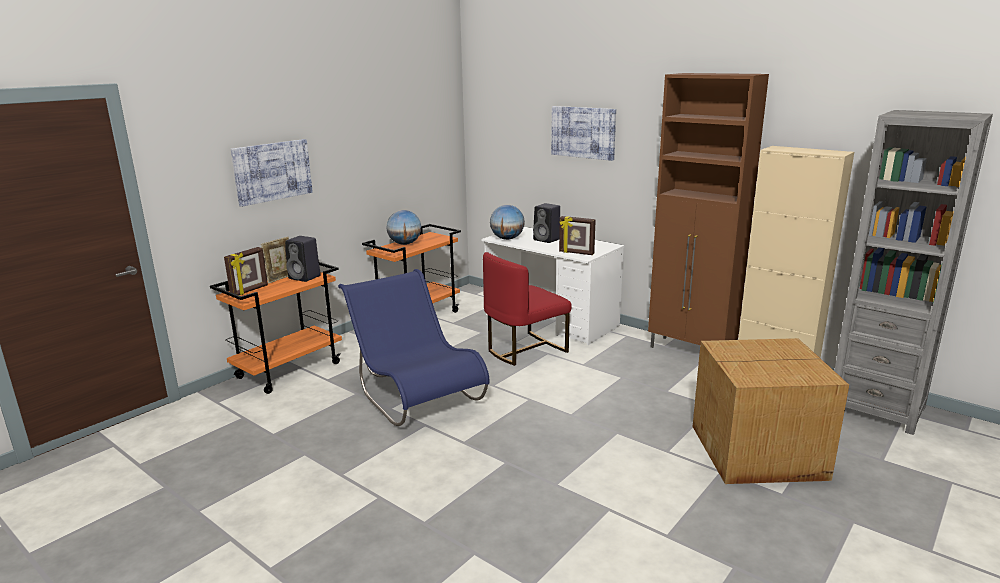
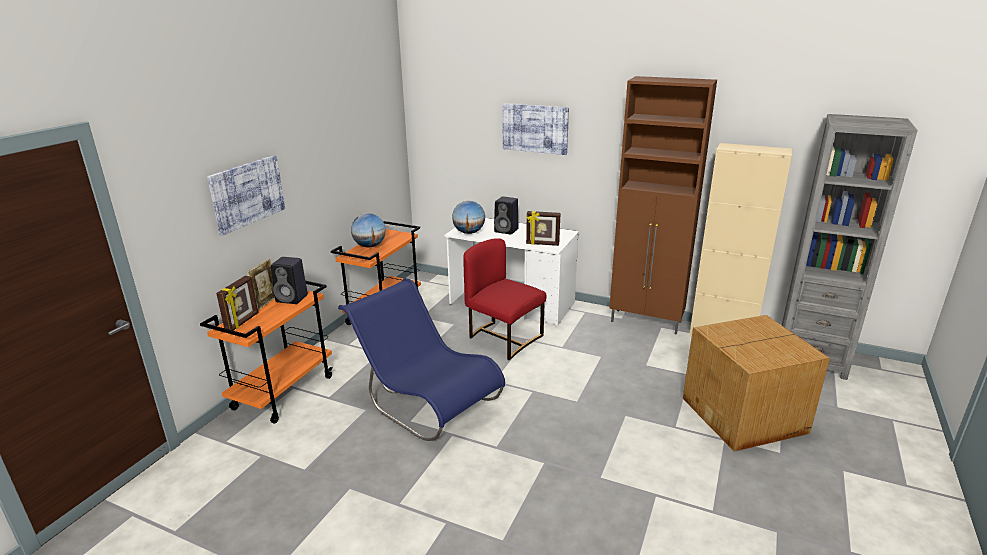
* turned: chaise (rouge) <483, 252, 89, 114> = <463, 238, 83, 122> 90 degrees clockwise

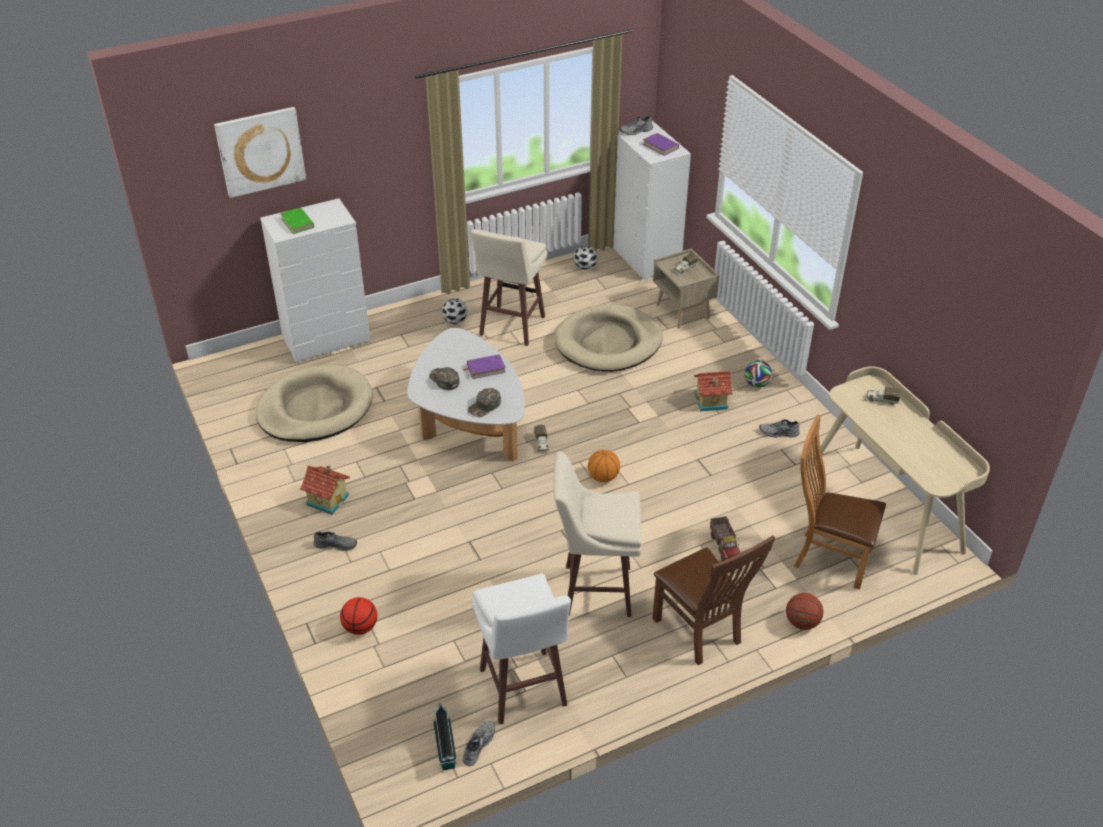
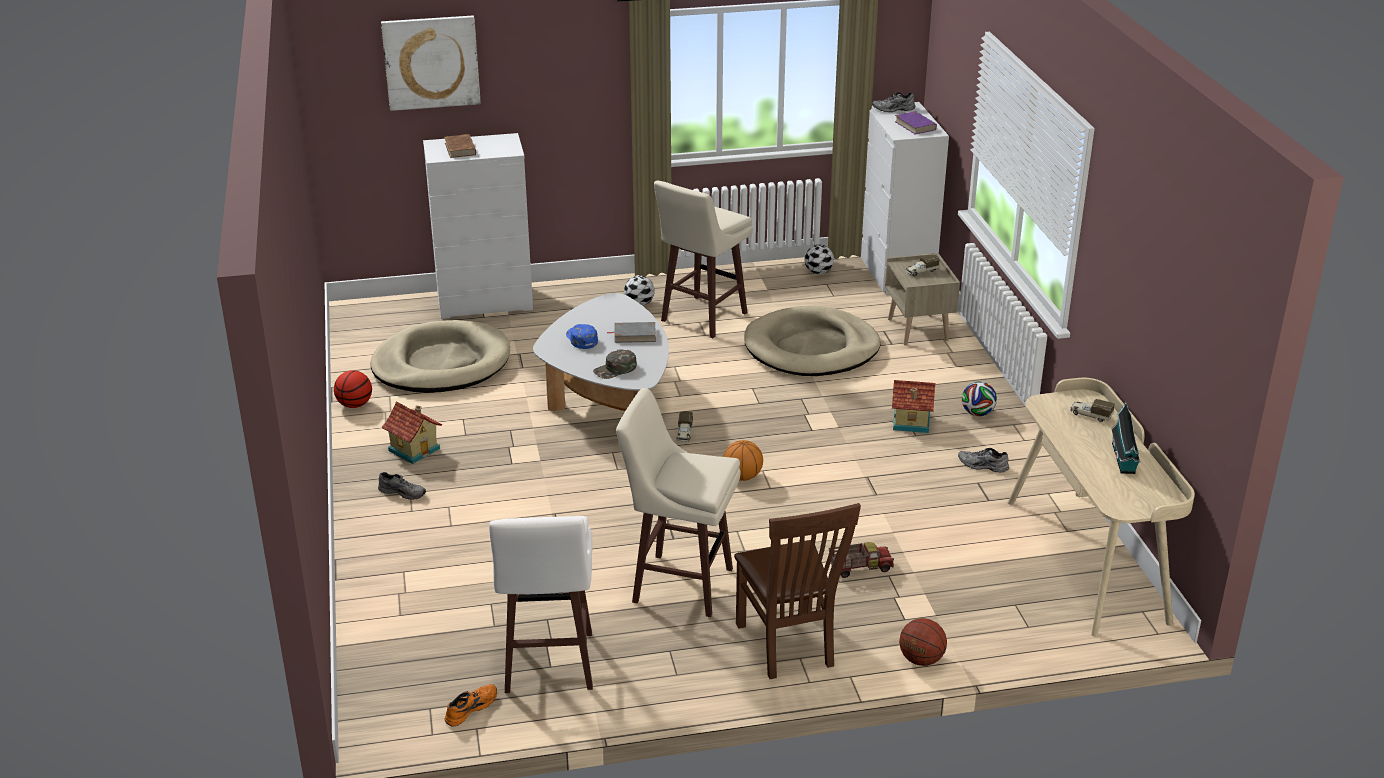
* removed: chaise (marron) <794, 414, 92, 176>
* moved: ballon de basket <340, 597, 37, 38> to <334, 370, 38, 38>
* moved: maison miniature <433, 704, 24, 66> to <1111, 402, 30, 72>
* recoloured: livre (vert) <280, 207, 34, 27> to livre (marron) <444, 134, 32, 24>
* recoloured: casquette (vert) <429, 367, 31, 23> to casquette (bleu) <566, 324, 32, 25>
* recoloured: chaussure (gris) <462, 721, 33, 45> to chaussure (orange) <445, 684, 52, 42>
* recoloured: livre (violet) <463, 354, 43, 25> to livre (gris) <608, 322, 48, 21>
* turned: camion jouet <710, 516, 31, 45> = <828, 542, 66, 36> 105 degrees counterclockwise

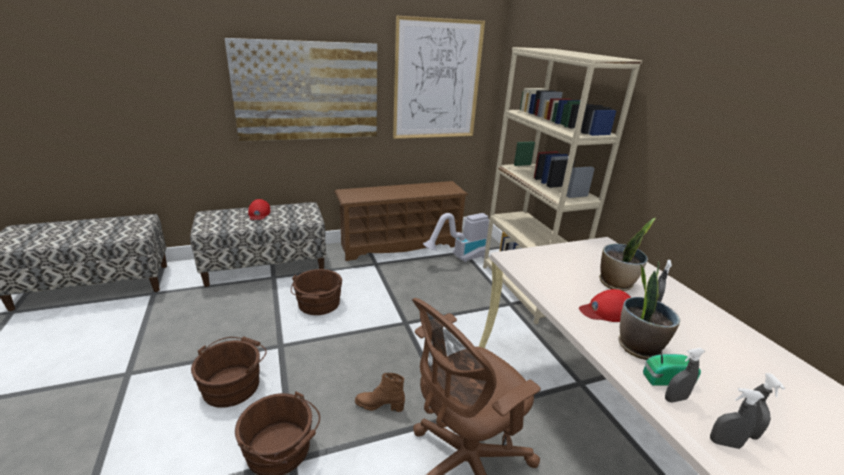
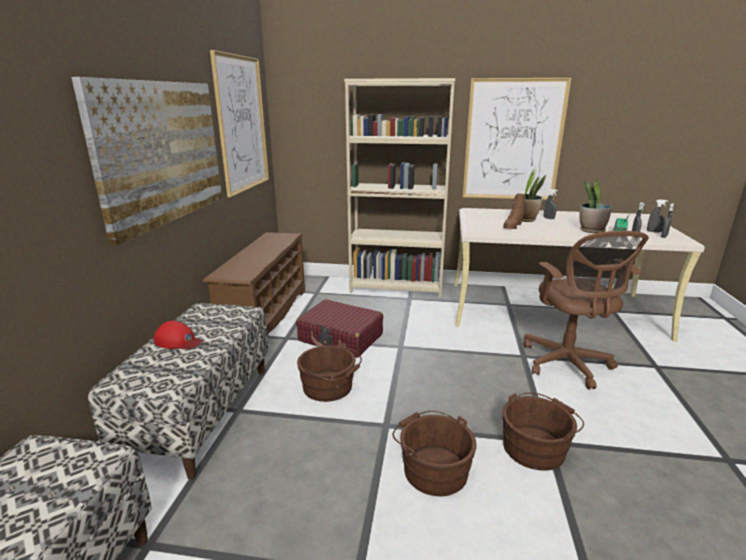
* removed: aspirateur <423, 213, 66, 49>
* removed: casquette (rouge) <579, 289, 52, 33>
* added: valise (rouge) <296, 299, 87, 59>
* added: tableau <463, 78, 108, 122>
* moved: botte (marron) <355, 373, 50, 39> to <503, 194, 22, 35>

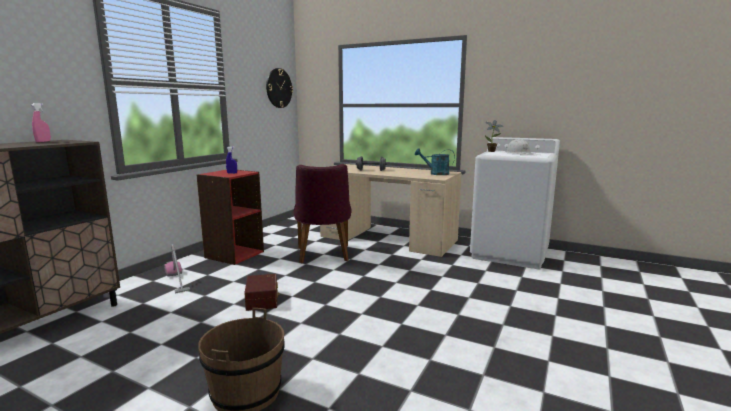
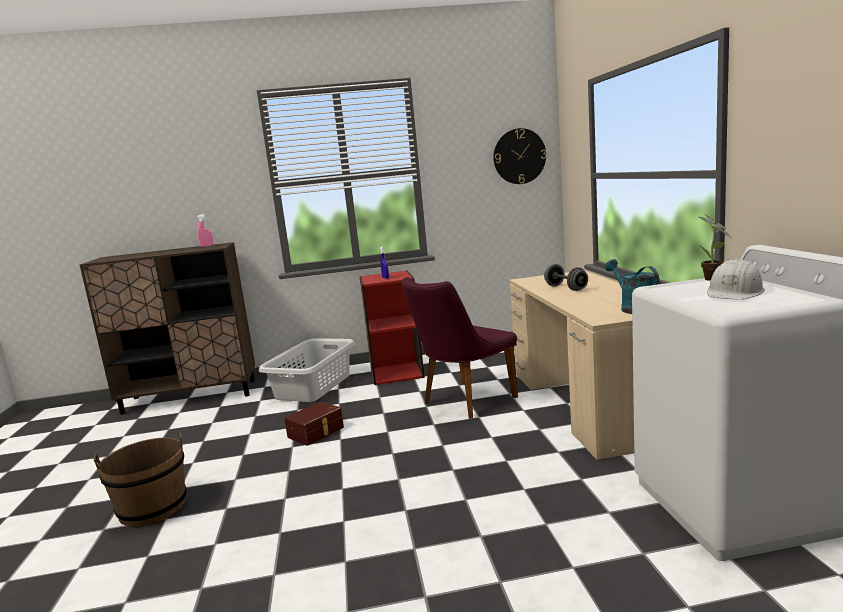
* replaced: aspirateur <164, 244, 26, 49> to panier à linge (gris) <259, 338, 96, 64>

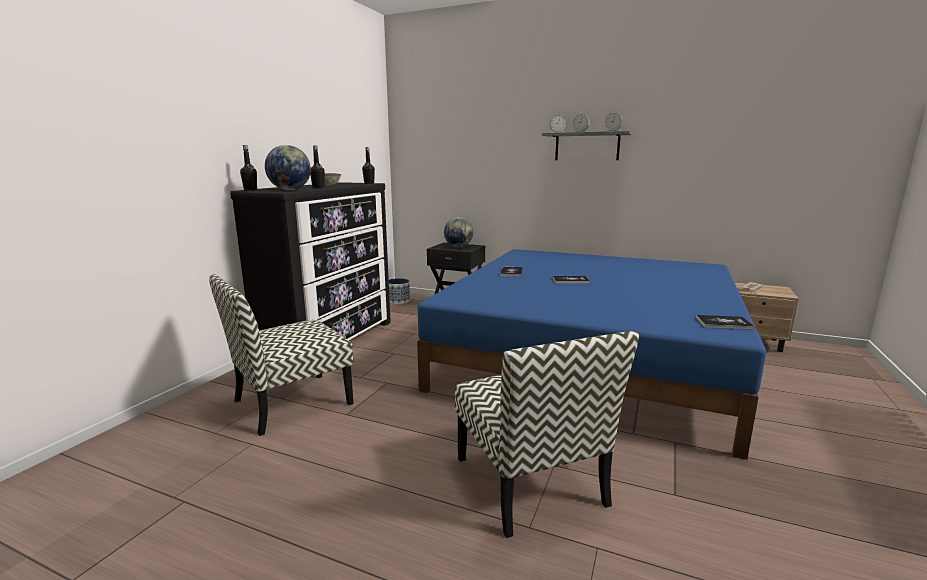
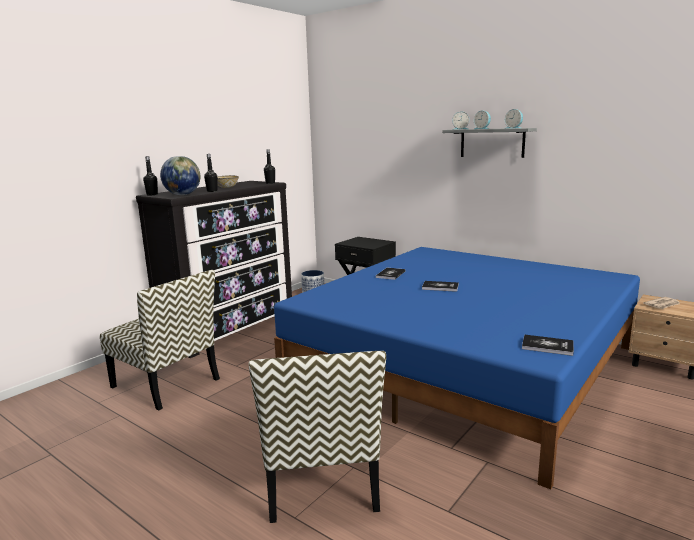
* removed: globe <444, 217, 29, 30>
* turned: chaise <209, 274, 145, 162> = <100, 270, 120, 140> 120 degrees counterclockwise

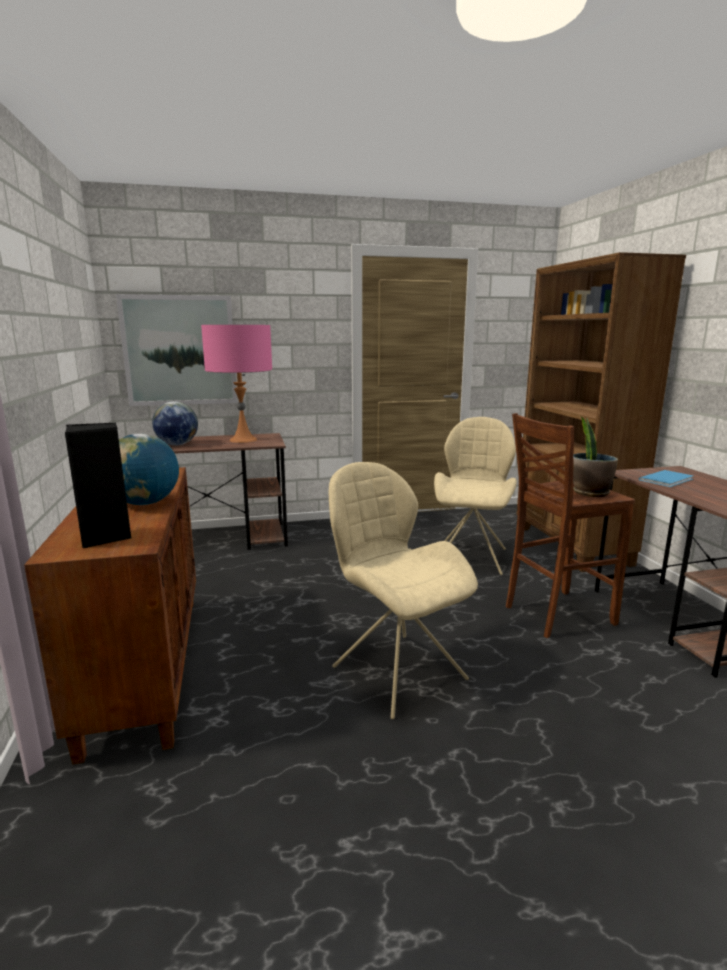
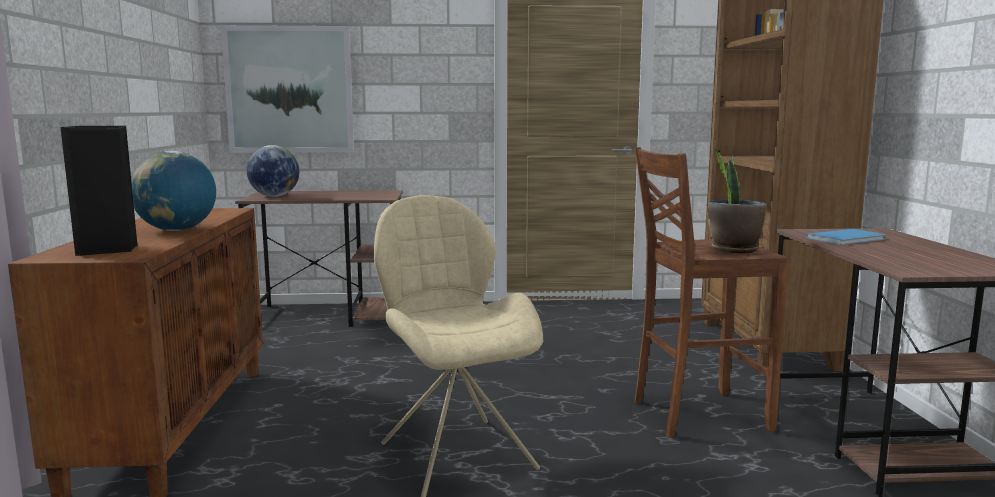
* removed: lampe de table (rose) <201, 325, 71, 118>
* removed: chaise (beige) <434, 417, 83, 158>

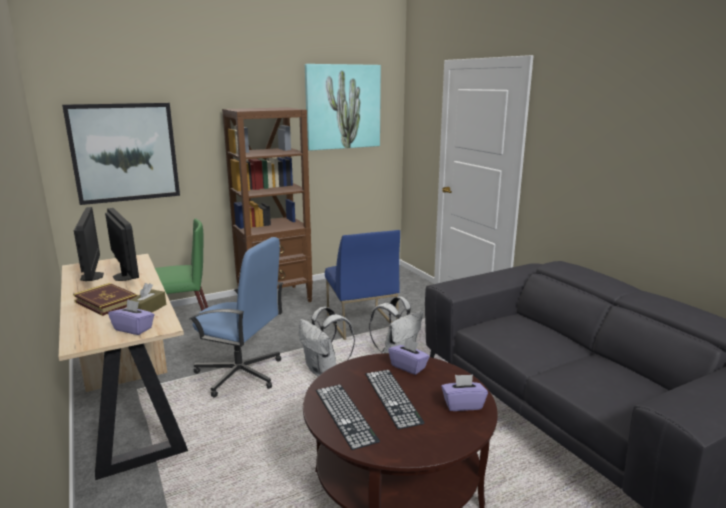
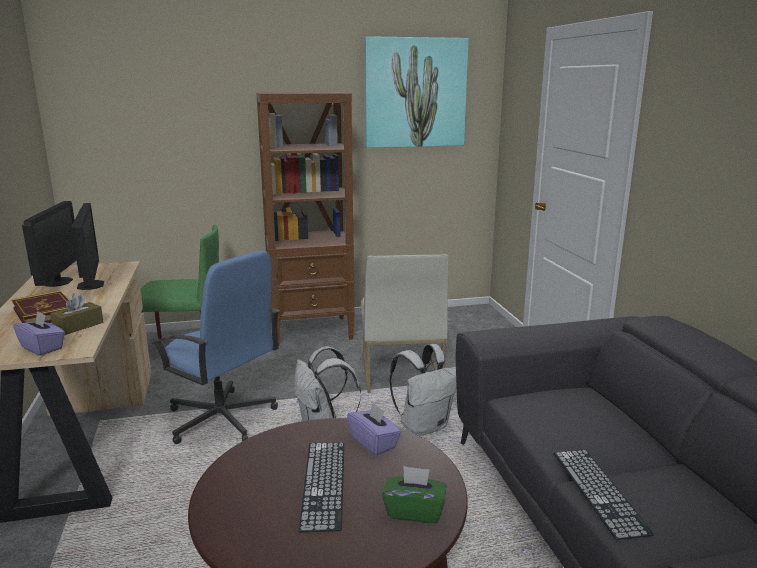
* removed: tableau <62, 103, 118, 102>
* moved: clavier <316, 384, 64, 66> to <554, 450, 100, 90>
* recoloured: chaise (bleu) <325, 230, 75, 110> to chaise (blanc) <361, 254, 88, 139>
* recoloured: boîte à mouchoirs (violet) <441, 374, 47, 37> to boîte à mouchoirs (vert) <382, 466, 64, 57>

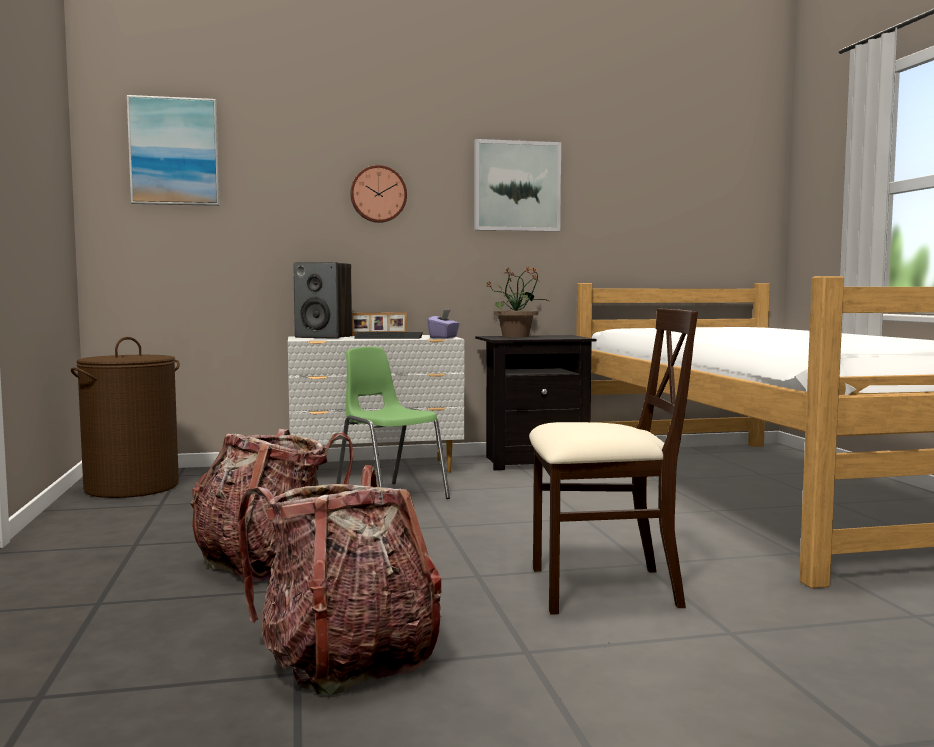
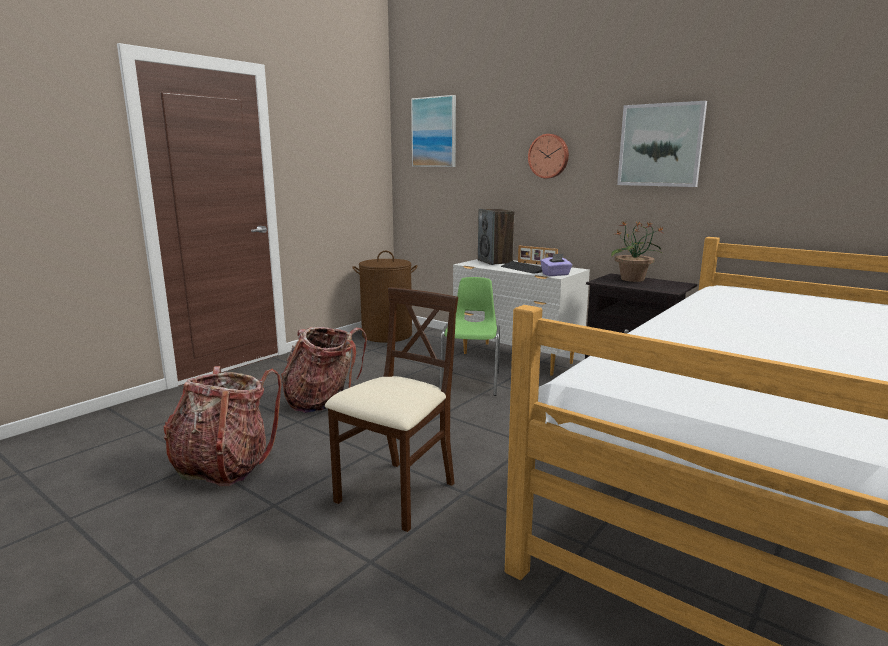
* turned: chaise (beige) <529, 308, 169, 306> = <325, 287, 133, 245> 105 degrees counterclockwise

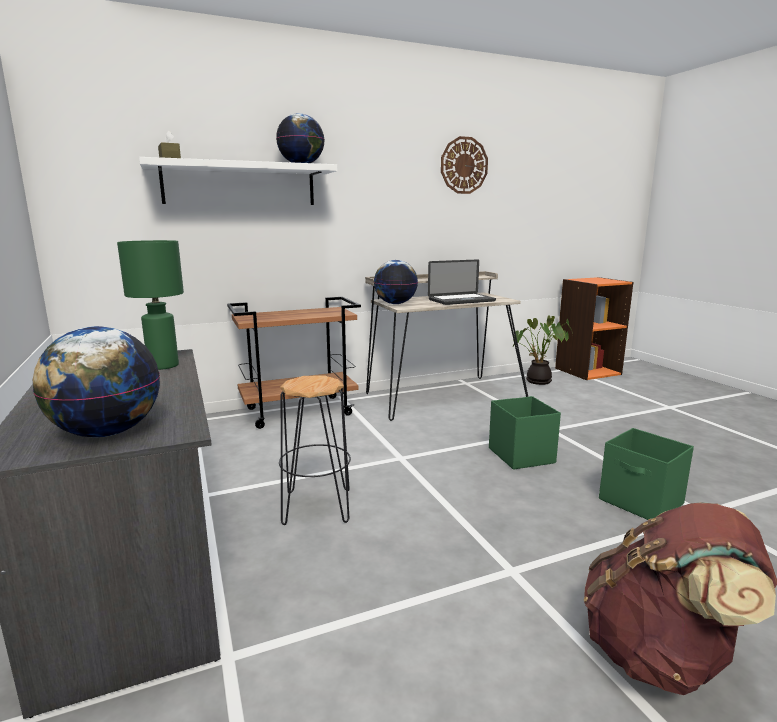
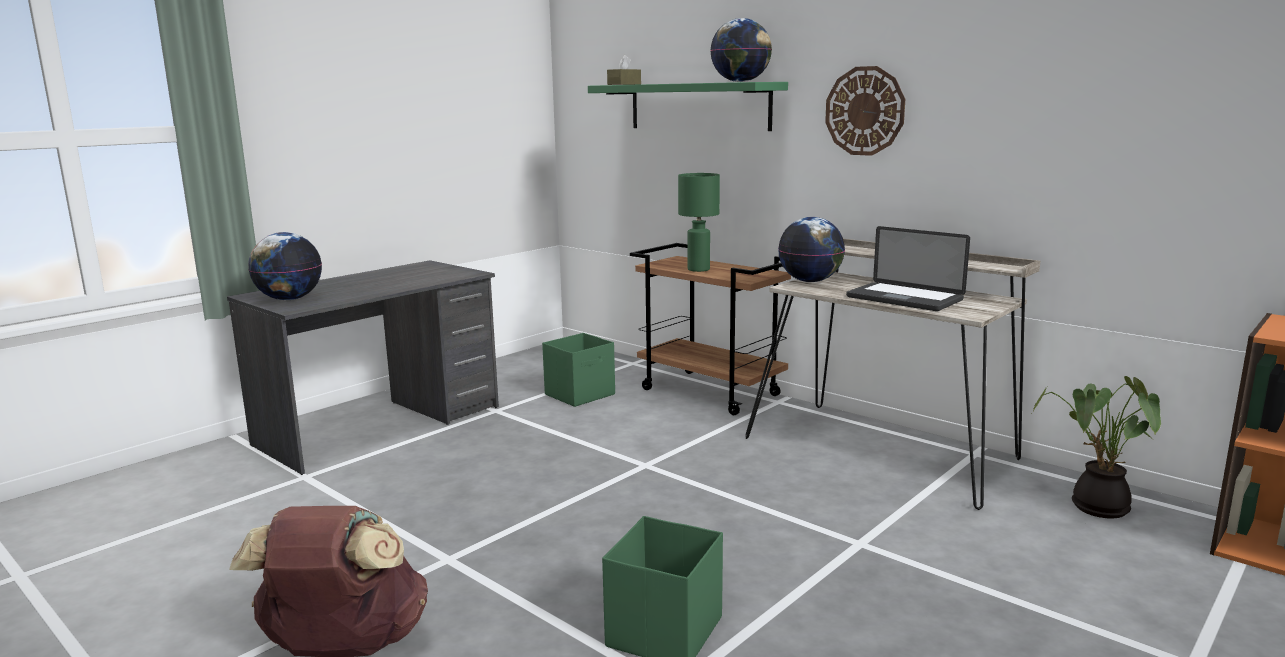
* removed: tabouret (noir) <279, 375, 72, 150>
* moved: lampe de table (vert) <117, 240, 67, 130> to <678, 173, 42, 99>
* moved: horloge murale <441, 136, 47, 58> to <825, 66, 80, 90>
* moved: boîte de rangement (vert) <489, 396, 72, 74> to <542, 333, 73, 74>
* recoloured: étagère (blanc) <139, 157, 198, 48> to étagère (vert) <588, 82, 200, 49>

